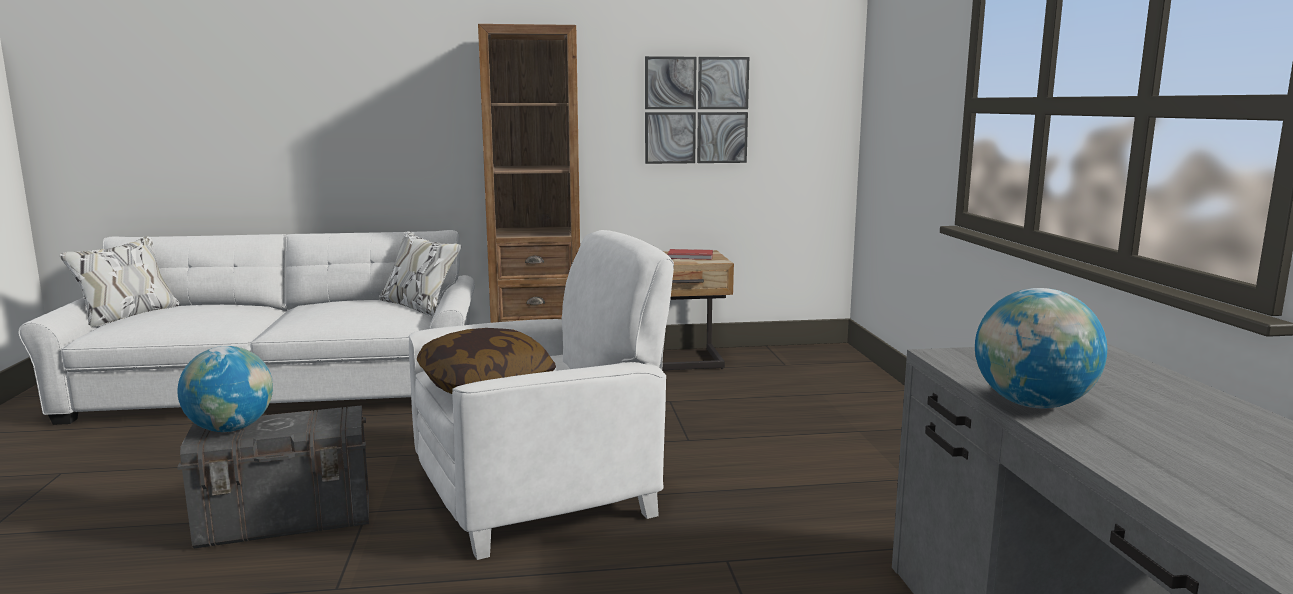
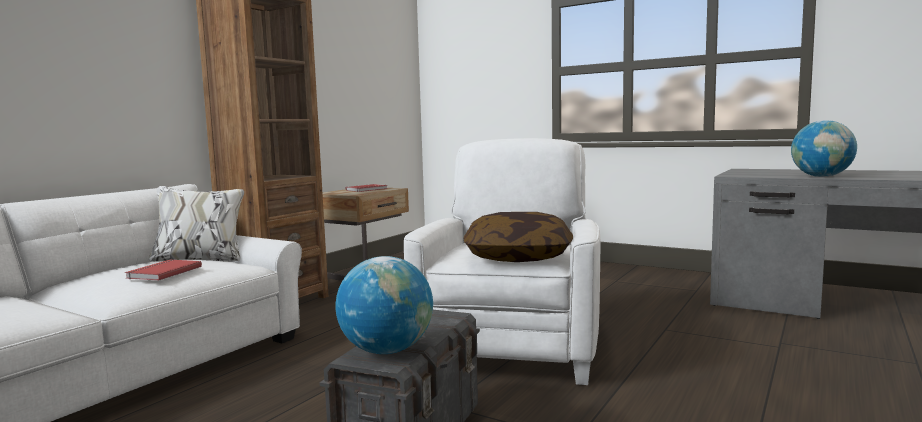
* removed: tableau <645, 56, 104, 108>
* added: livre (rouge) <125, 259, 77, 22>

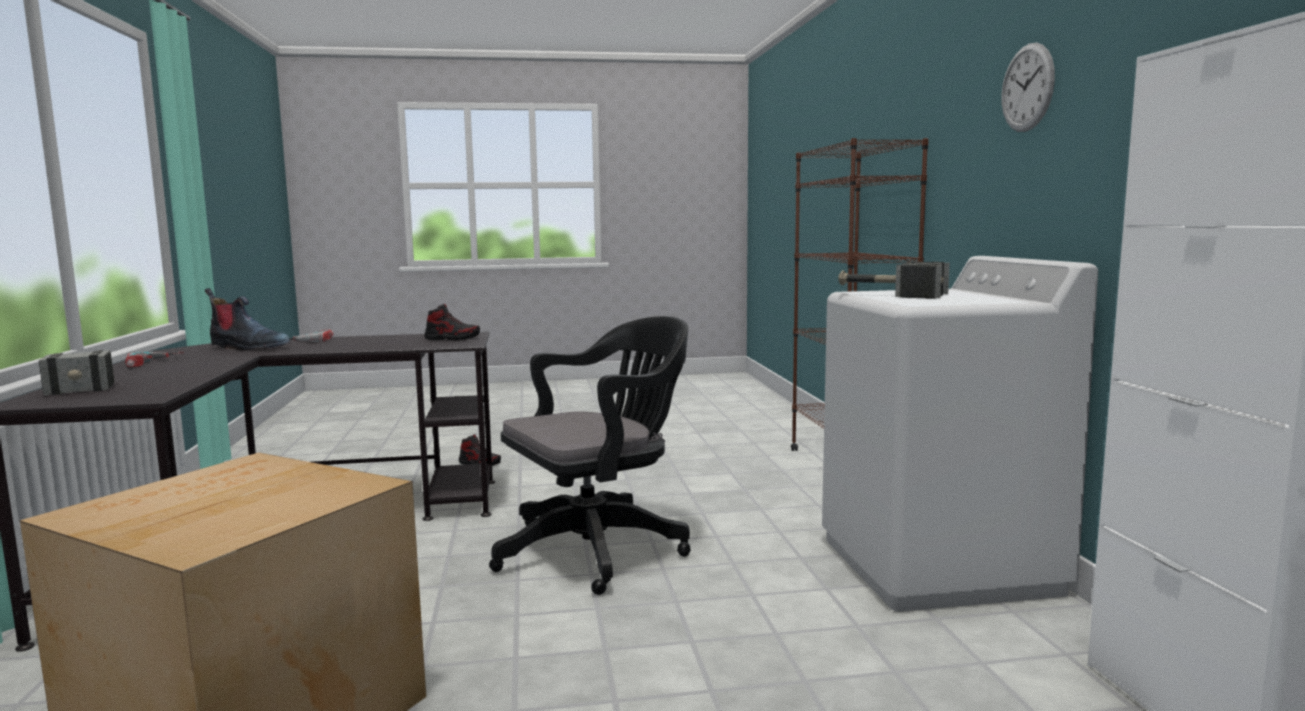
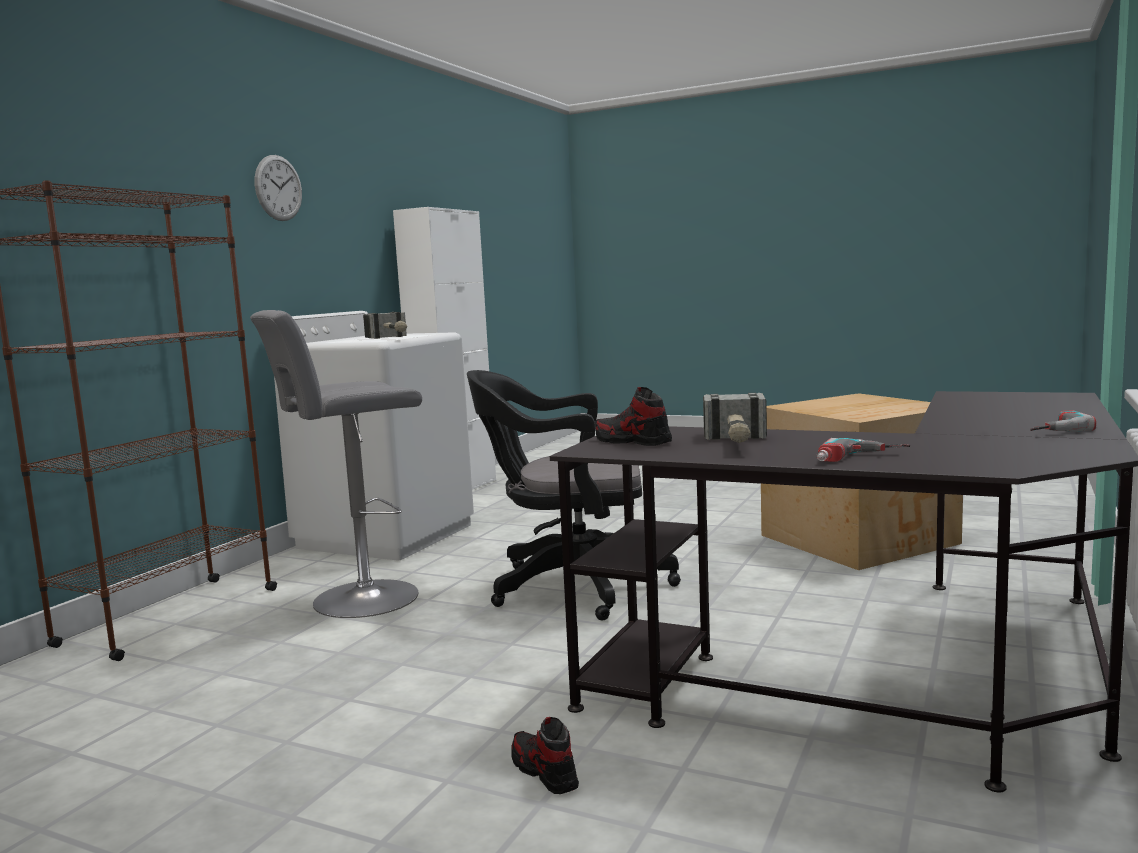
* removed: botte <205, 288, 86, 63>
* added: tabouret (gris) <250, 310, 172, 308>
* moved: marteau <39, 350, 75, 46> to <703, 393, 64, 50>

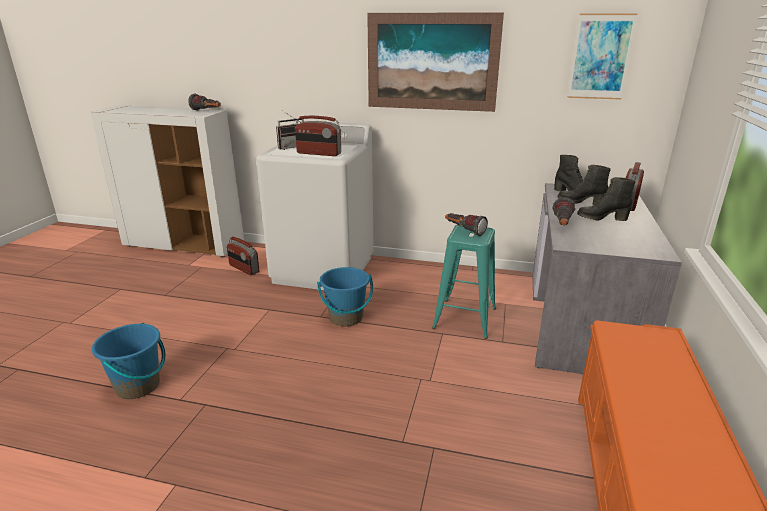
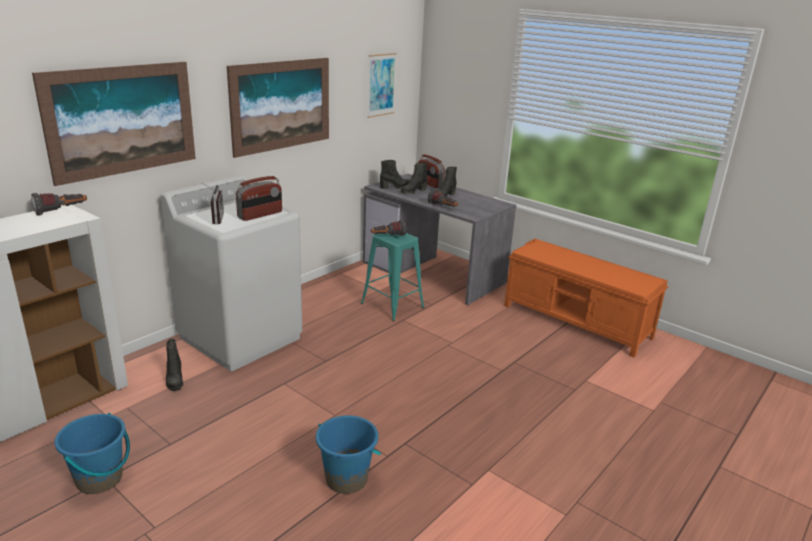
* added: tableau <32, 62, 164, 124>
* moved: seau (bleu) <317, 267, 56, 59> to <55, 413, 75, 81>
* replaced: radio <227, 237, 32, 38> to botte (noir) <166, 339, 17, 52>

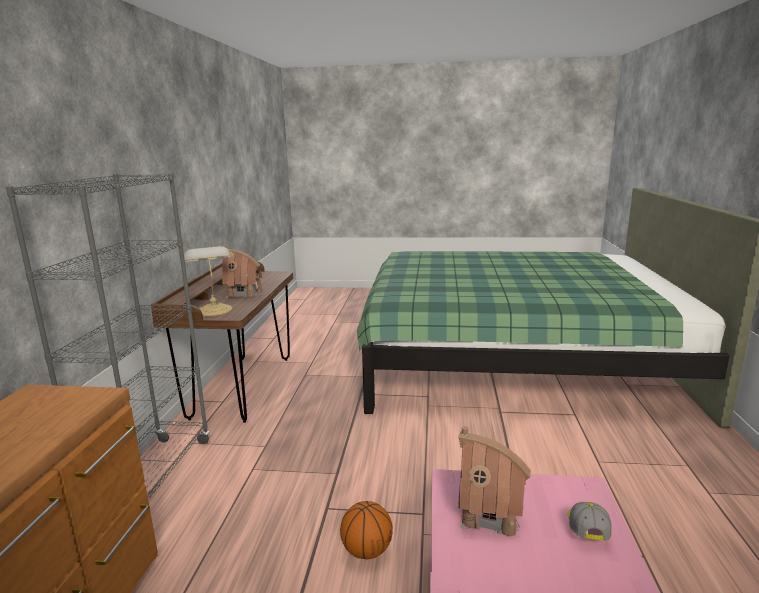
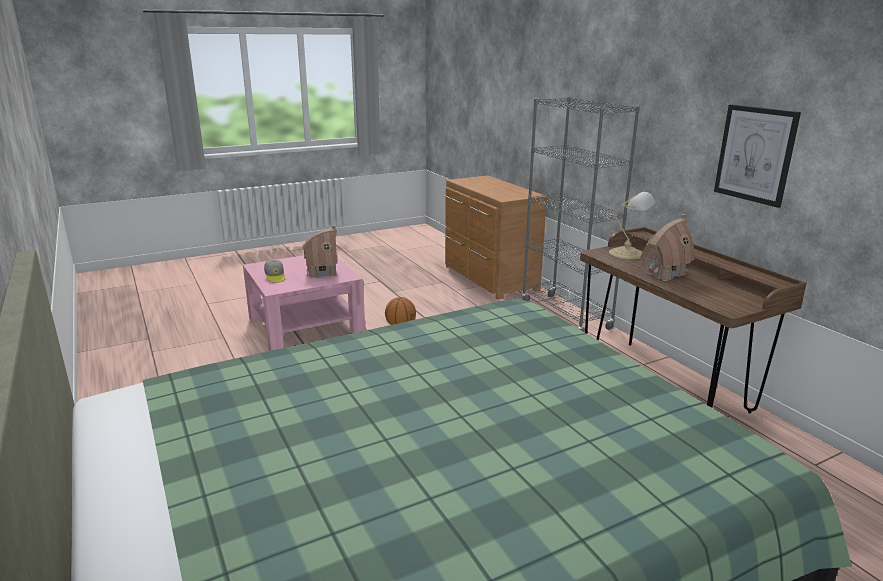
* added: tableau <714, 104, 87, 104>

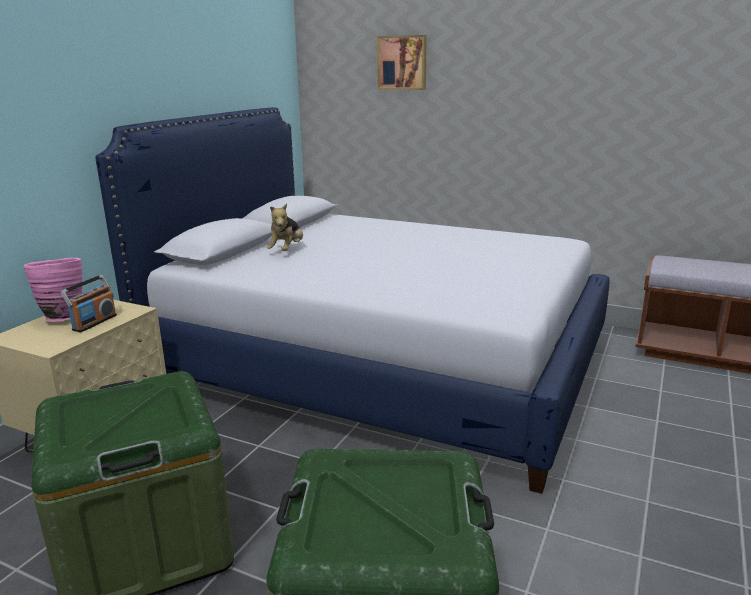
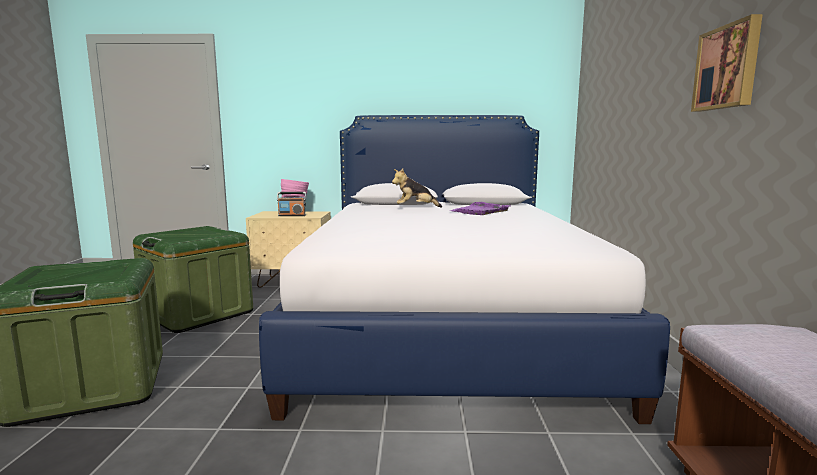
* added: plateau (violet) <449, 202, 62, 13>
* moved: tableau <377, 35, 50, 55> to <691, 14, 72, 98>

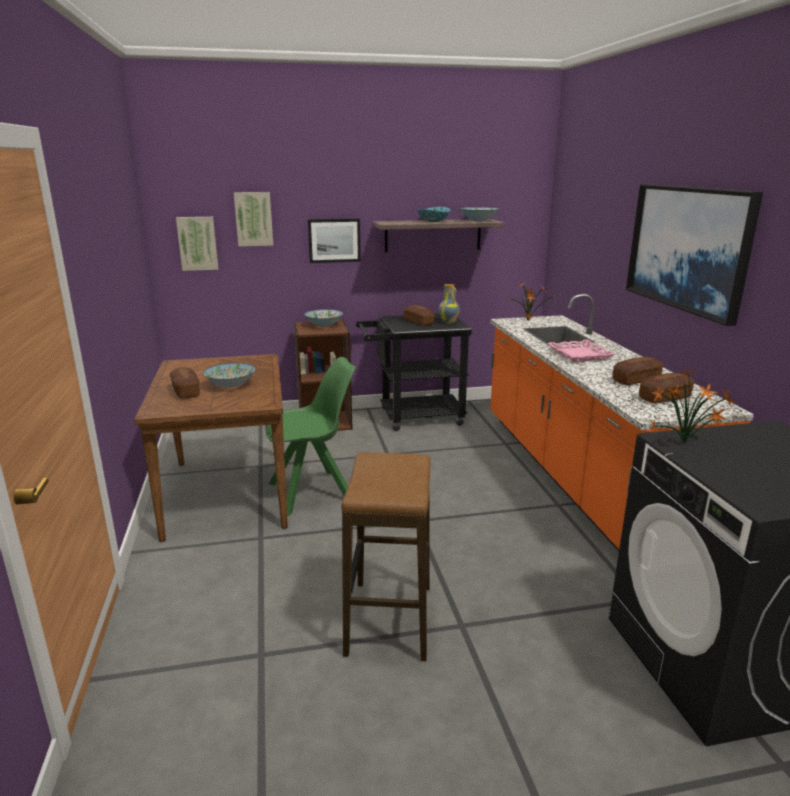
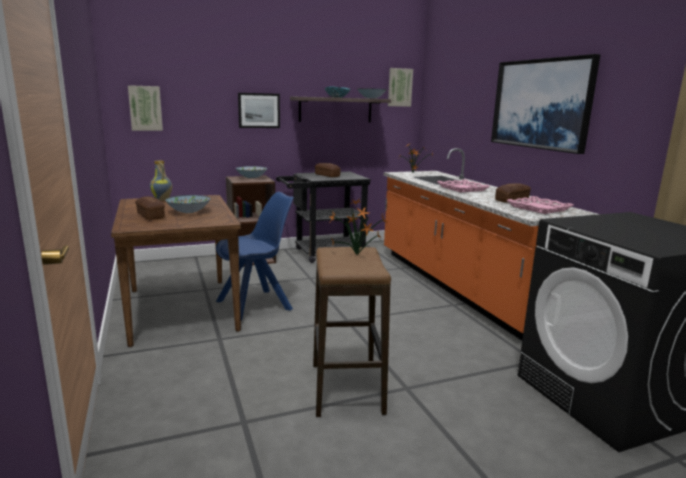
* moved: tableau <234, 192, 39, 54> to <388, 68, 25, 39>
* moved: vase <439, 284, 21, 40> to <150, 161, 22, 40>
* moved: plante en pot <650, 369, 86, 74> to <330, 199, 58, 56>
* replaced: pain <639, 373, 56, 30> to plateau (rose) <507, 196, 66, 18>
* recoloured: chaise (vert) <265, 357, 91, 159> to chaise (bleu) <216, 192, 78, 129>

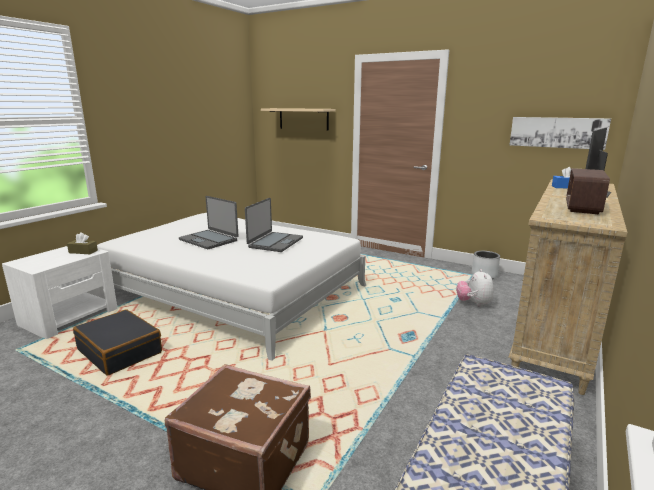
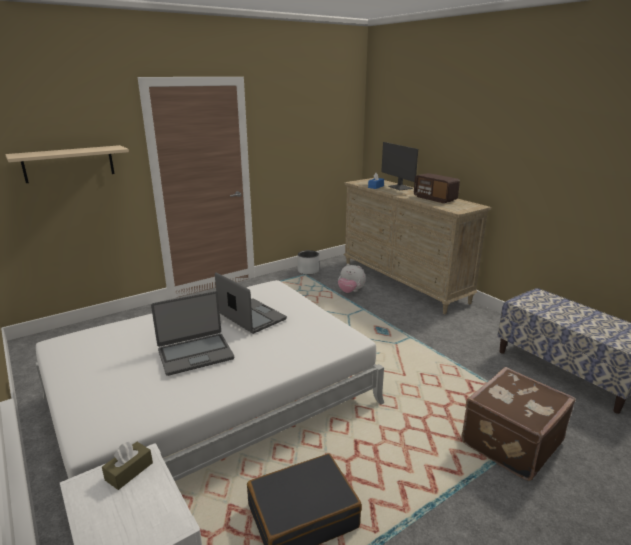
* removed: tableau <509, 117, 102, 33>

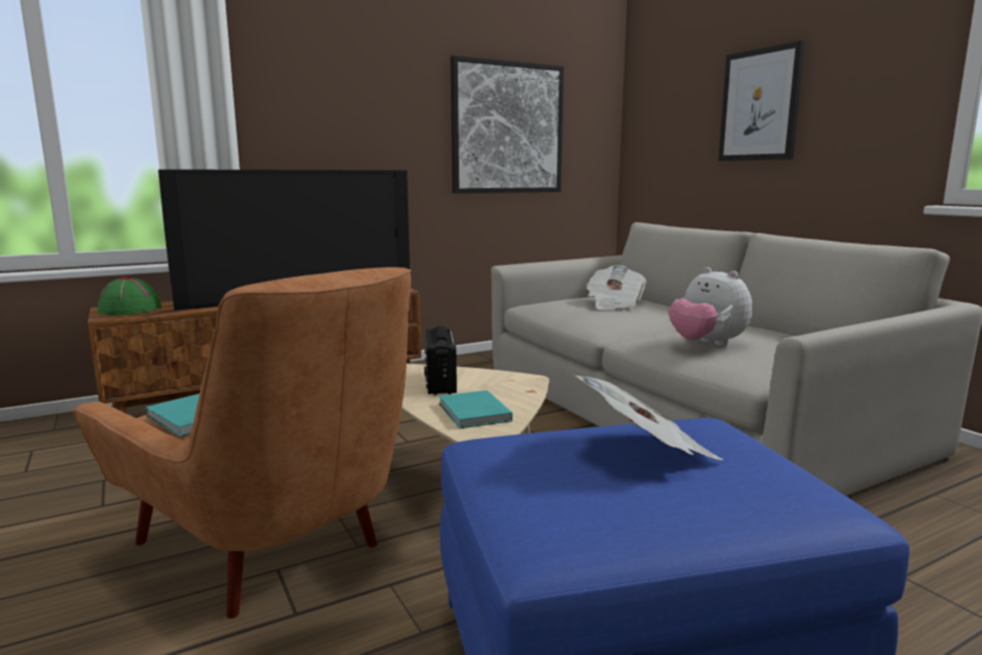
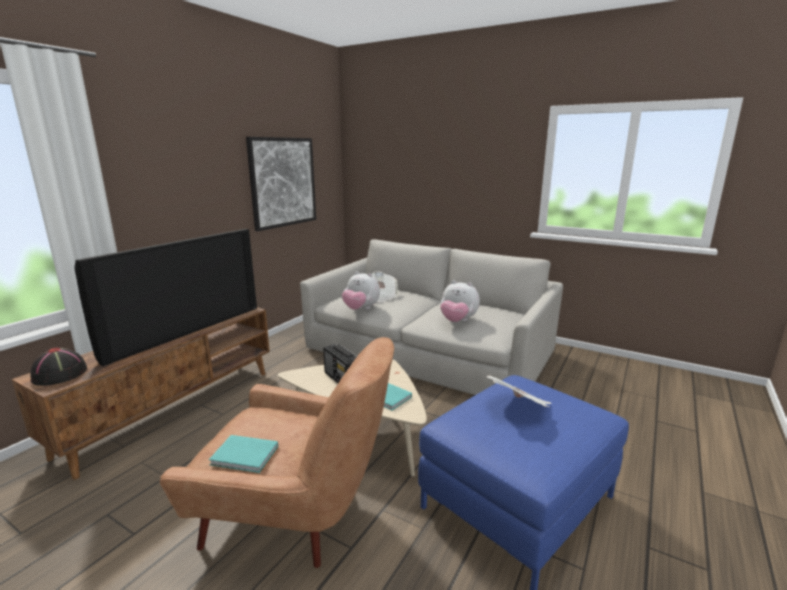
* removed: tableau <718, 40, 87, 121>
* added: peluche <342, 271, 38, 39>
* recoloured: chapeau (vert) <97, 276, 64, 39> to chapeau (noir) <30, 348, 57, 38>

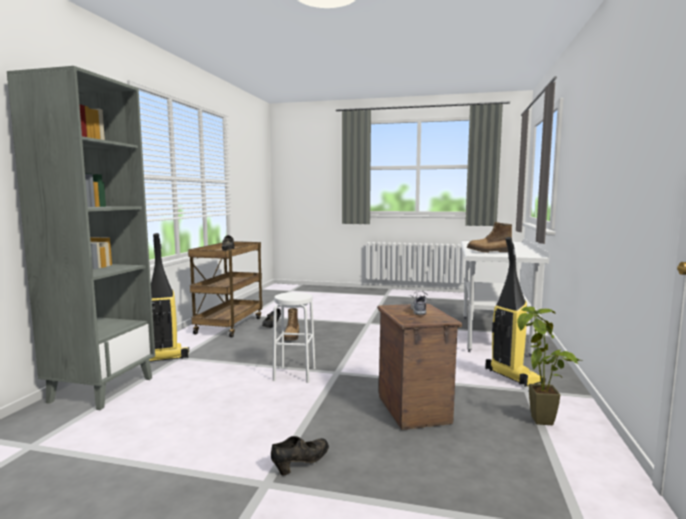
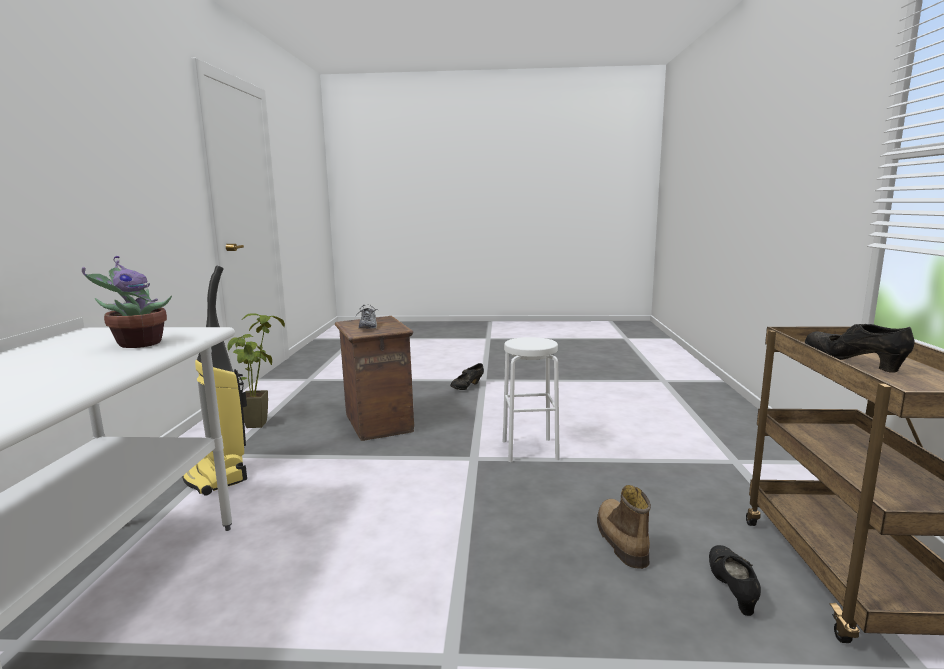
* removed: bibliothèque (gris) <7, 66, 148, 344>
* removed: aspirateur <150, 233, 39, 129>
* replaced: botte <467, 222, 45, 31> to plante en pot <82, 256, 90, 92>

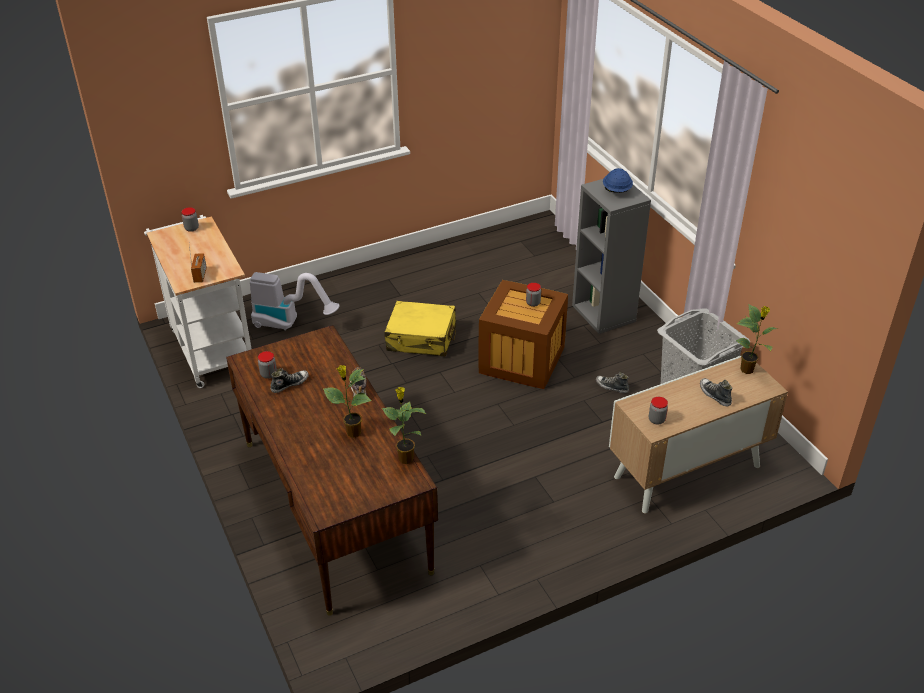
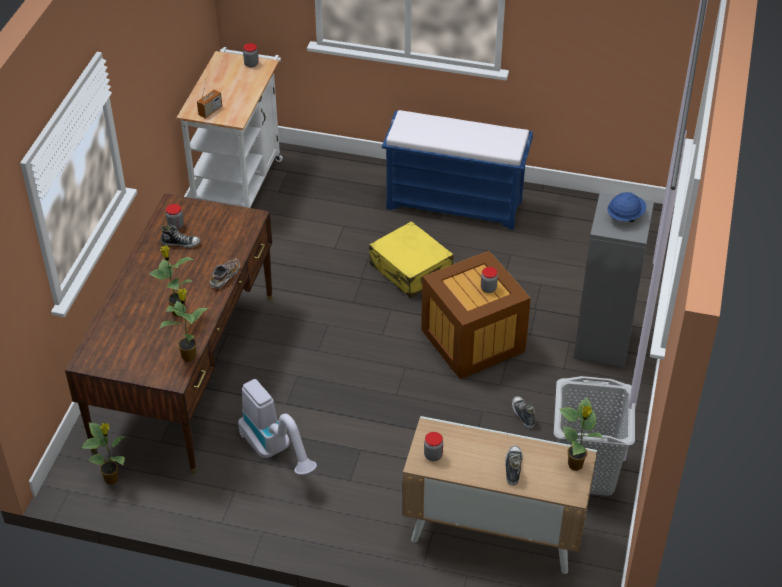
* added: plante en pot <81, 422, 45, 63>
* added: banc (bleu) <382, 110, 151, 120>
* moved: aspirateur <250, 272, 89, 58> to <238, 379, 79, 96>

